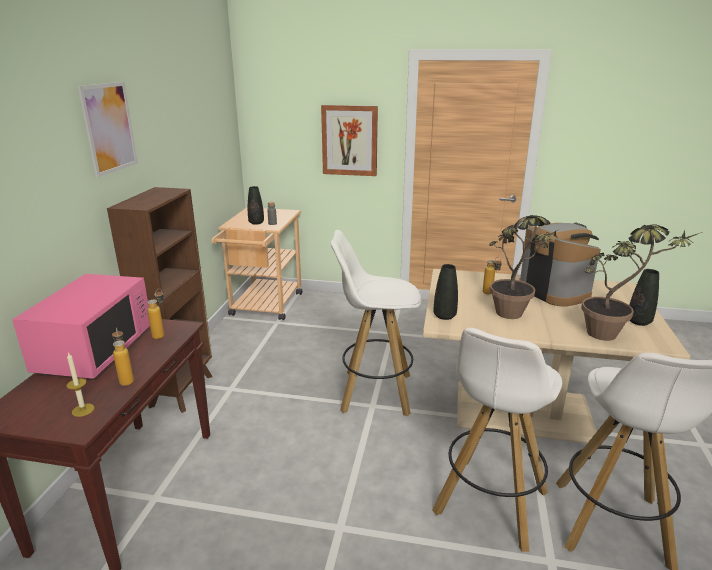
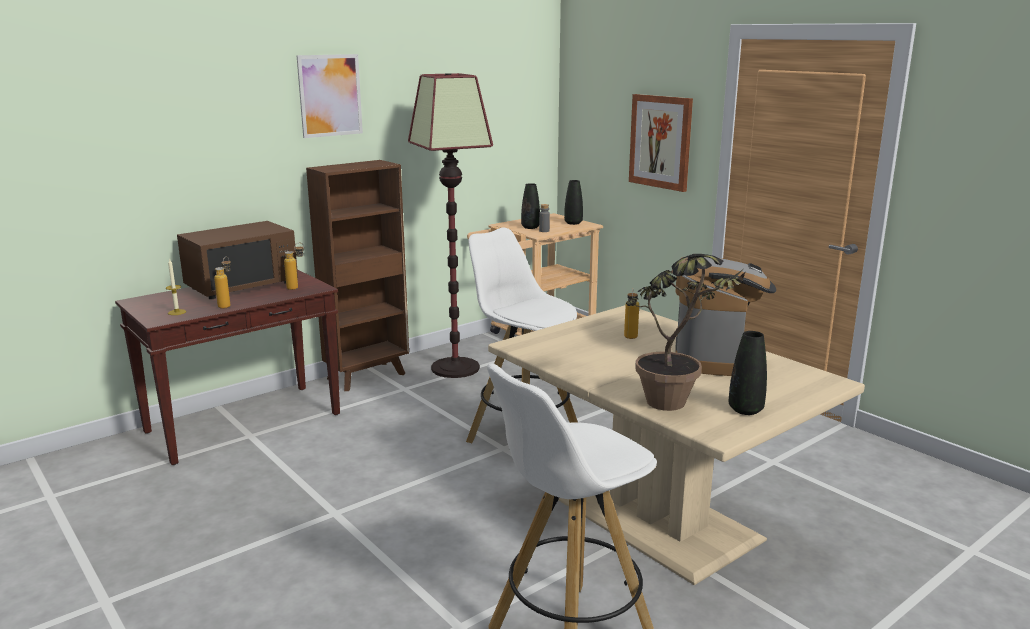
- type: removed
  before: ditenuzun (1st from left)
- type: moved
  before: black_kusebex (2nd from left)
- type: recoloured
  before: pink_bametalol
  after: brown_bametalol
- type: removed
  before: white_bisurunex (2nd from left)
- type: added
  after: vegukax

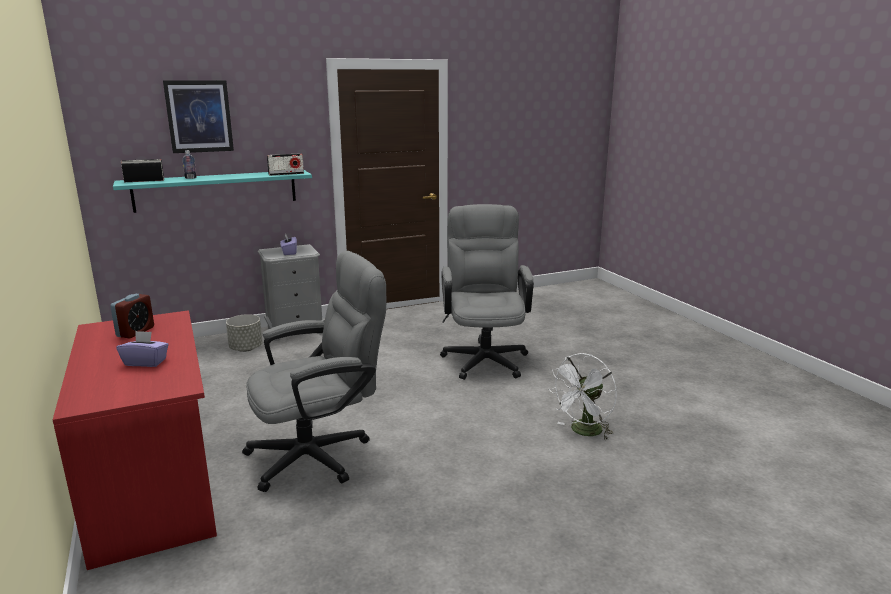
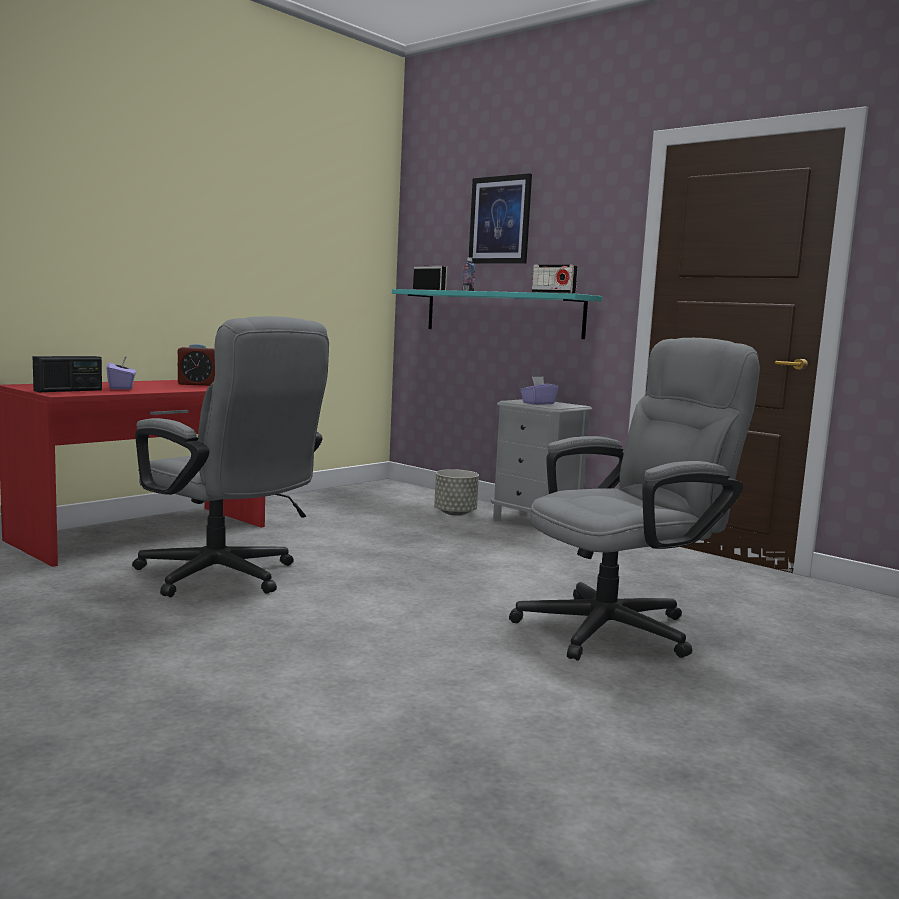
- type: removed
  before: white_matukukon
- type: added
  after: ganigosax (1st from left)

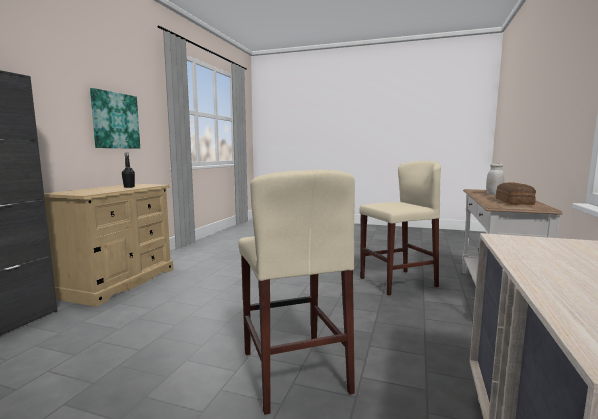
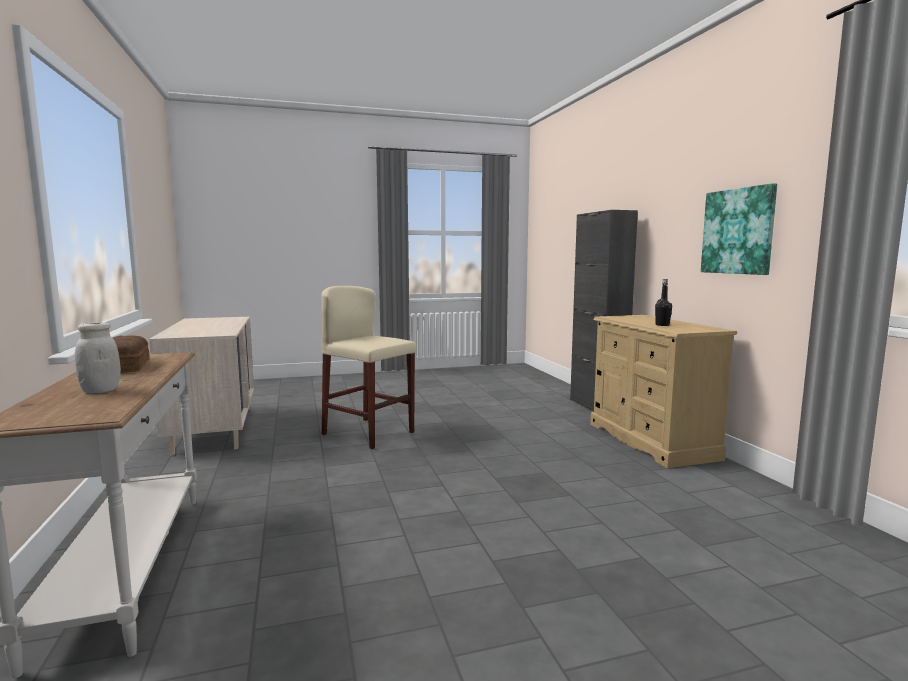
- type: removed
  before: beige_bisurunex (2nd from left)

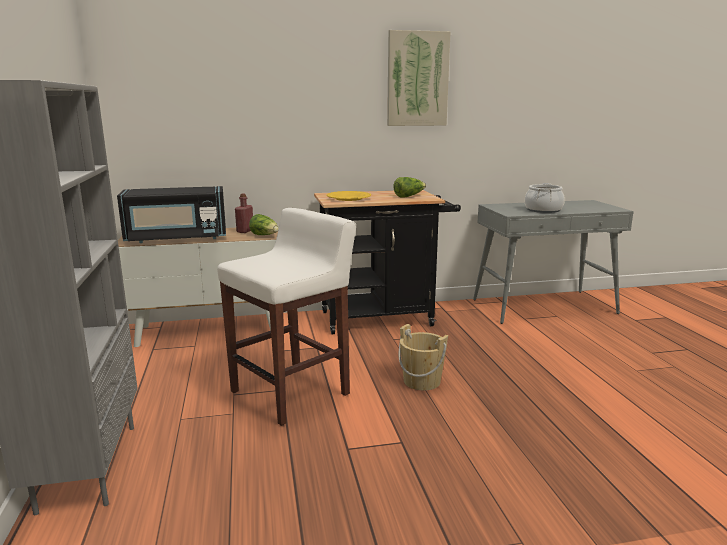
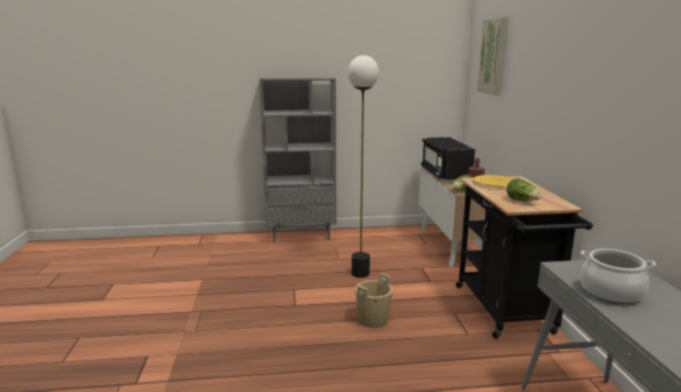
- type: moved
  before: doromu
- type: replaced
  before: white_bisurunex
  after: vegukax

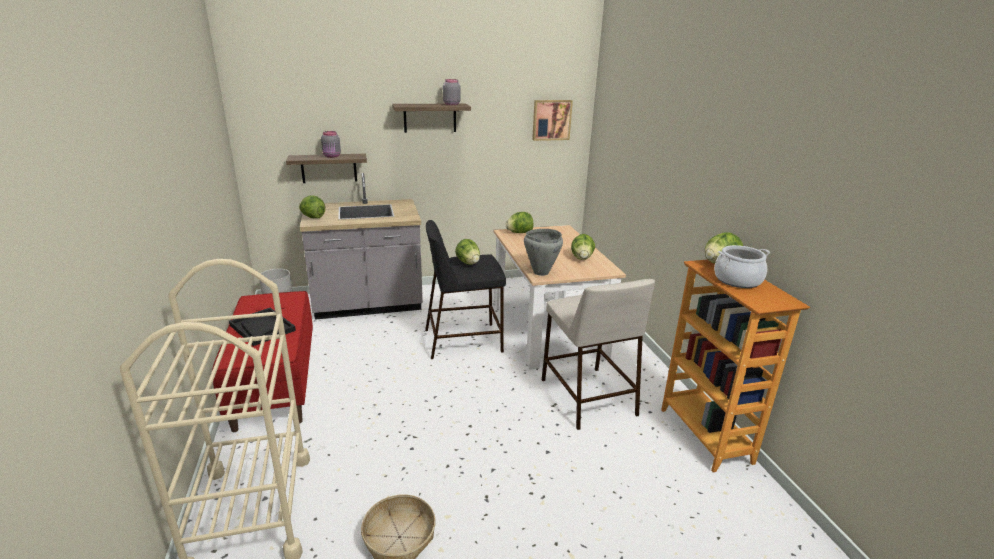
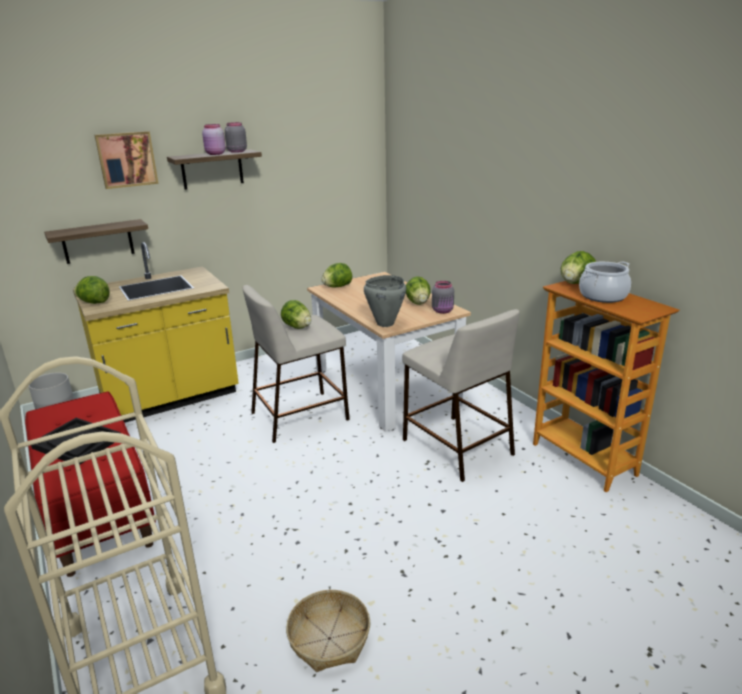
- type: moved
  before: doromu
- type: moved
  before: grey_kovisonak (1st from left in the first image)
  after: grey_kovisonak (2nd from left)
- type: recoloured
  before: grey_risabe
  after: yellow_risabe
- type: recoloured
  before: black_bisurunex
  after: beige_bisurunex (1st from left)
- type: added
  after: pink_kovisonak

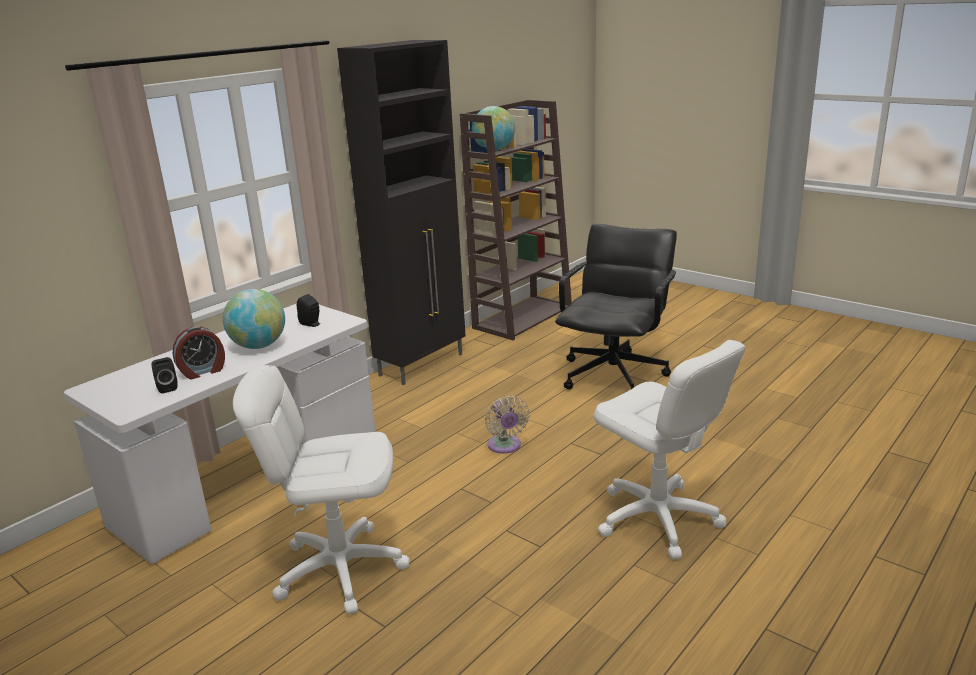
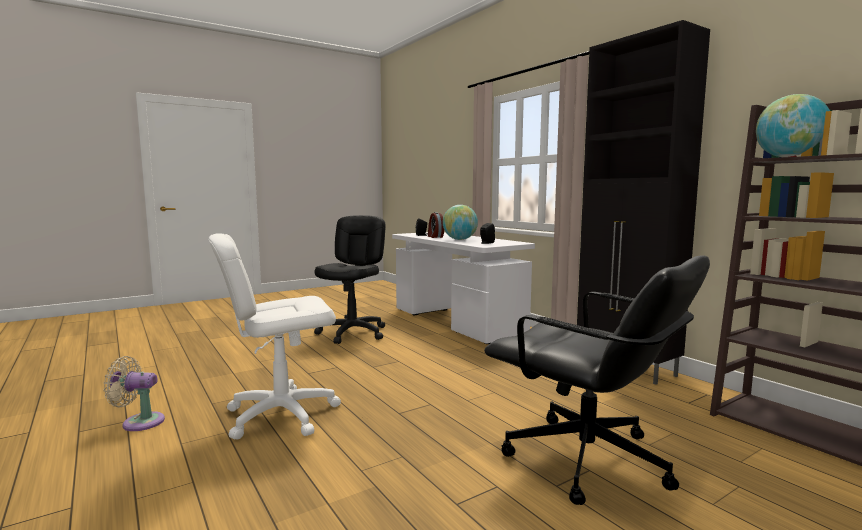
- type: recoloured
  before: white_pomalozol (1st from left)
  after: black_pomalozol (1st from left)
- type: moved
  before: beige_matukukon

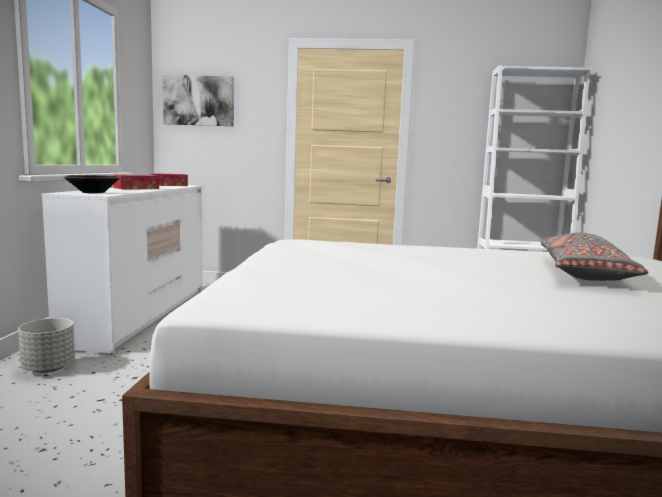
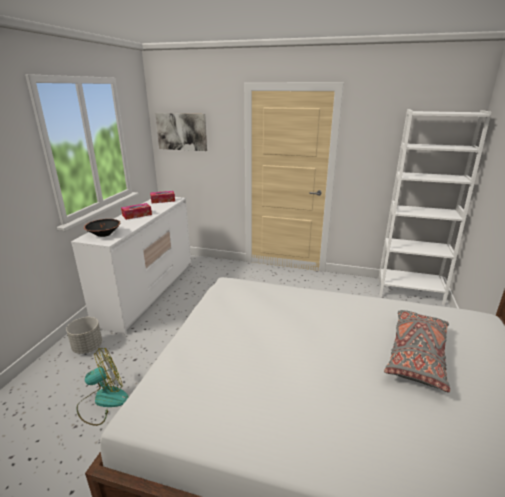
- type: added
  after: matukukon

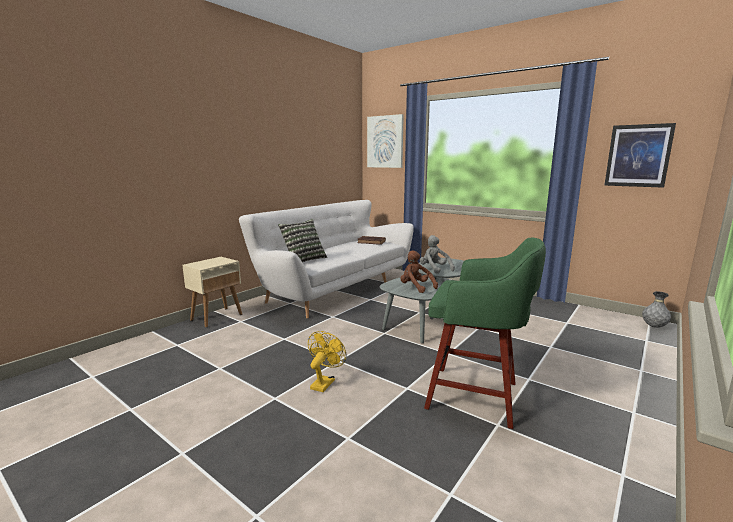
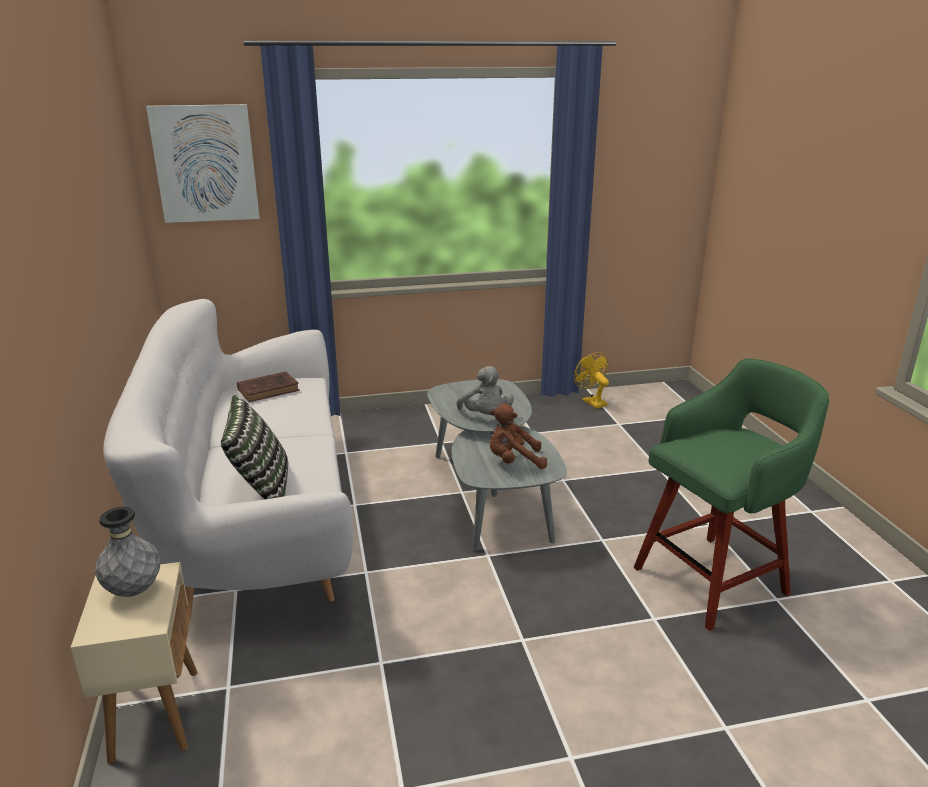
- type: removed
  before: doromu (2nd from left)
- type: turned
  before: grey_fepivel
  turn: -120
- type: moved
  before: grey_kusebex
- type: moved
  before: yellow_matukukon

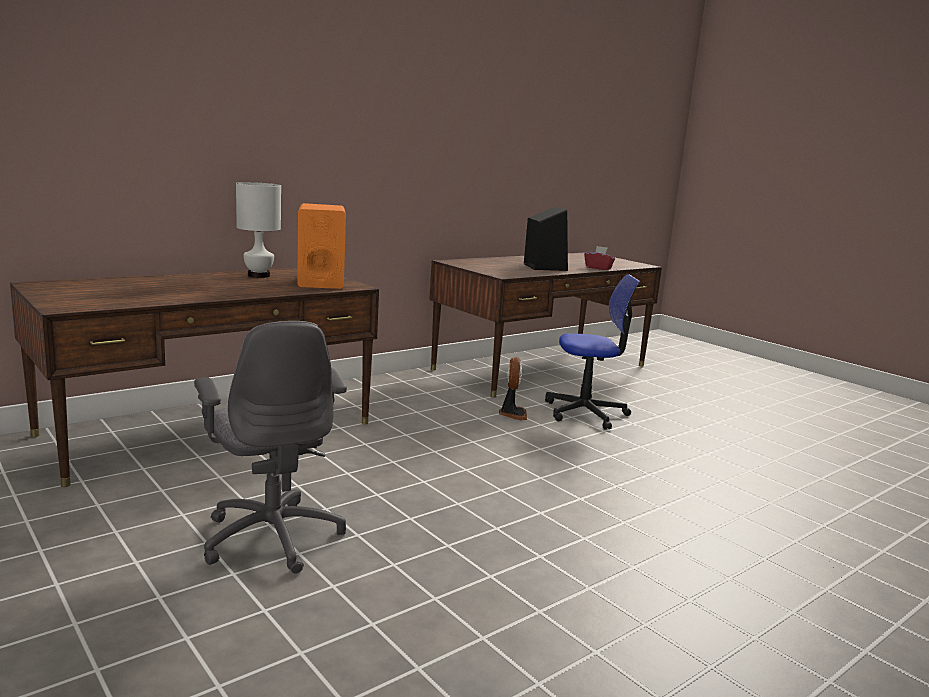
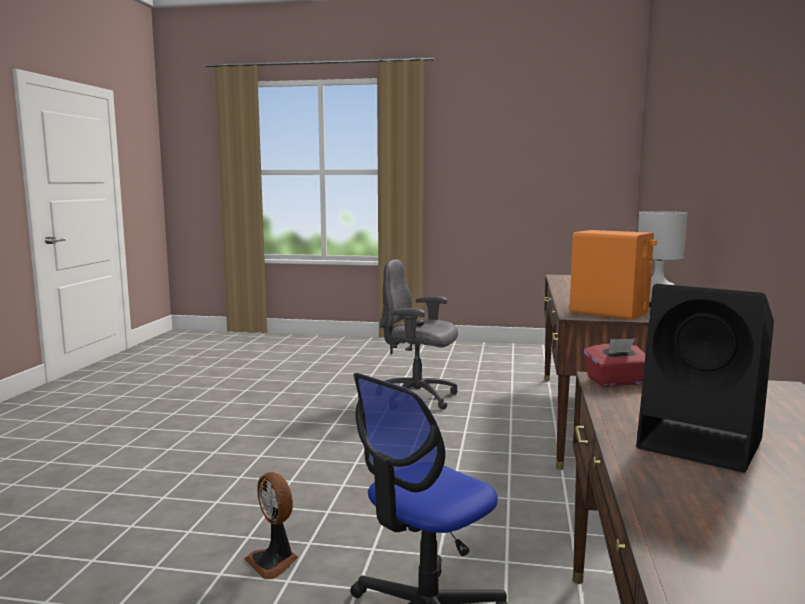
- type: moved
  before: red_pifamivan
- type: moved
  before: matukukon

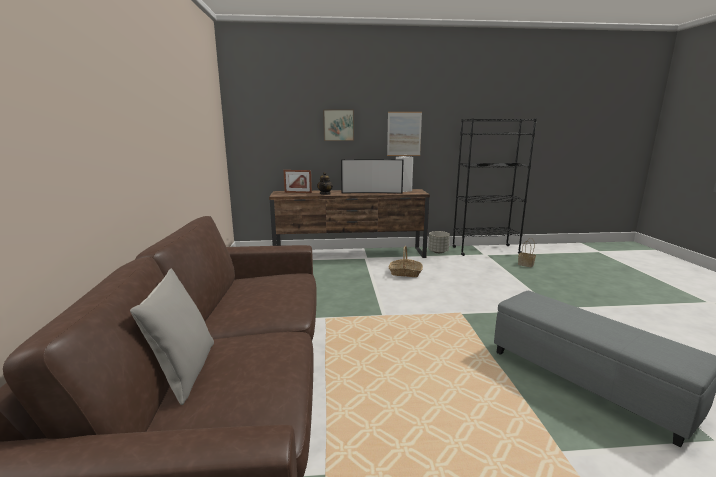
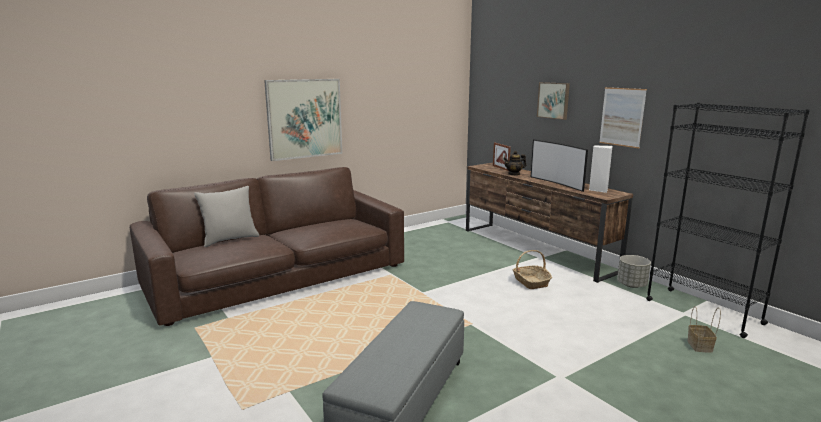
- type: added
  after: doromu (1st from left)

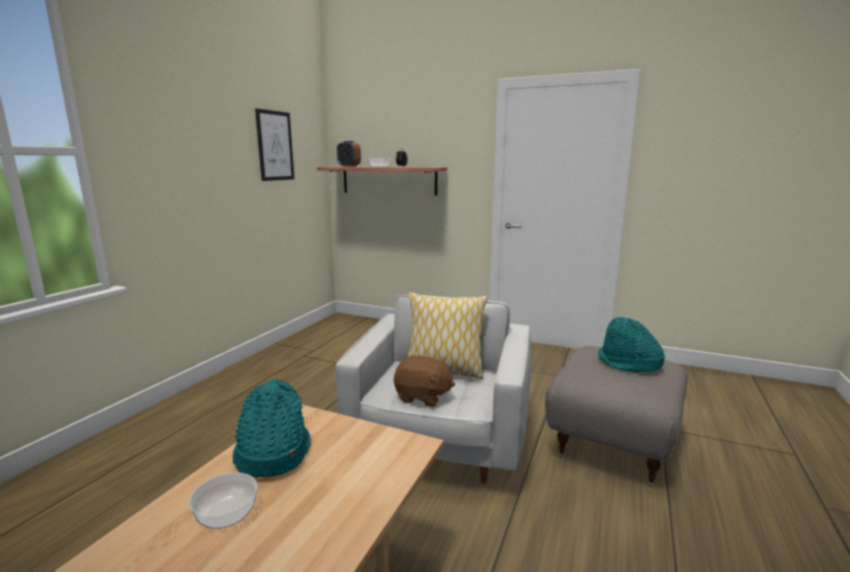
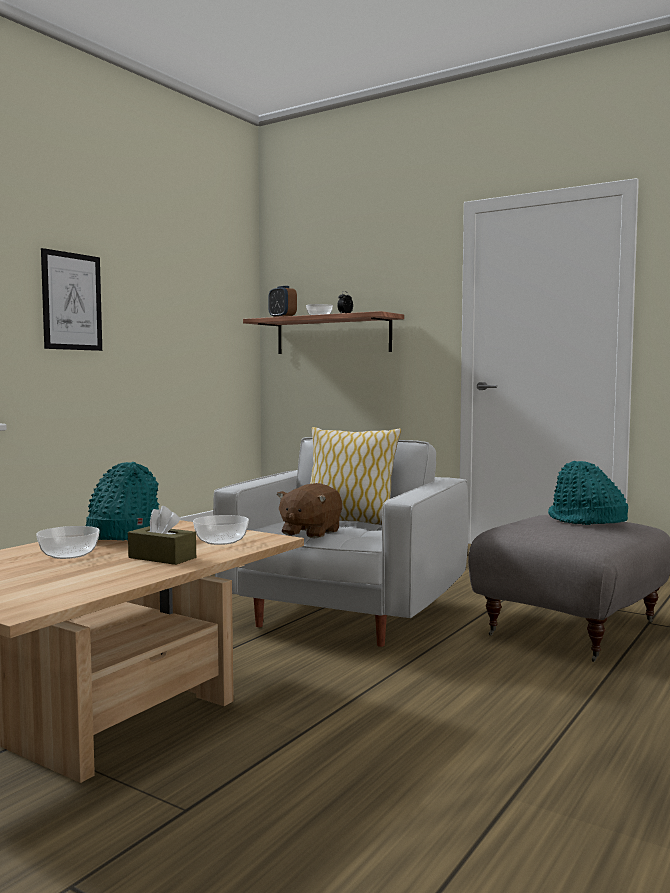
- type: moved
  before: doromu
- type: turned
  before: brown_fepivel
  turn: 90
- type: added
  after: brown_pifamivan
- type: added
  after: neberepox (2nd from left)

